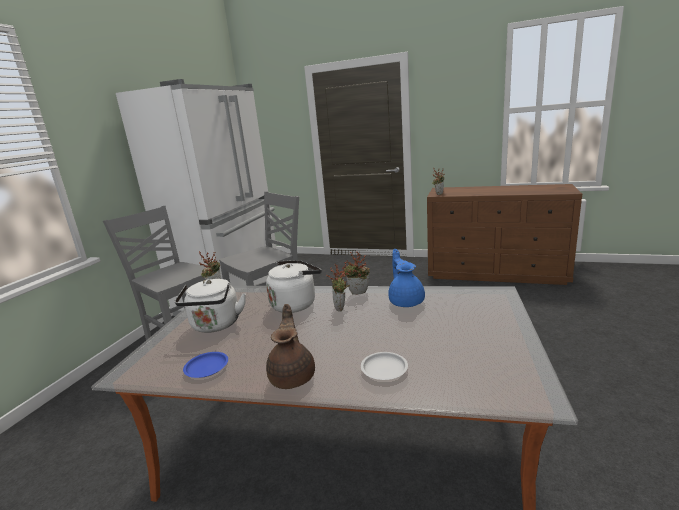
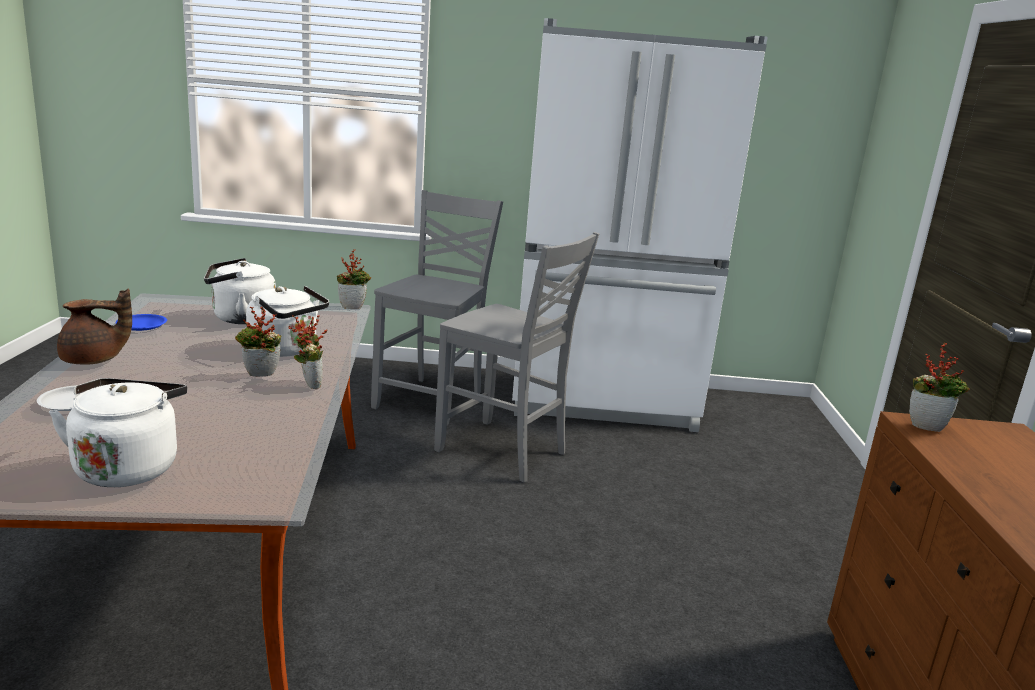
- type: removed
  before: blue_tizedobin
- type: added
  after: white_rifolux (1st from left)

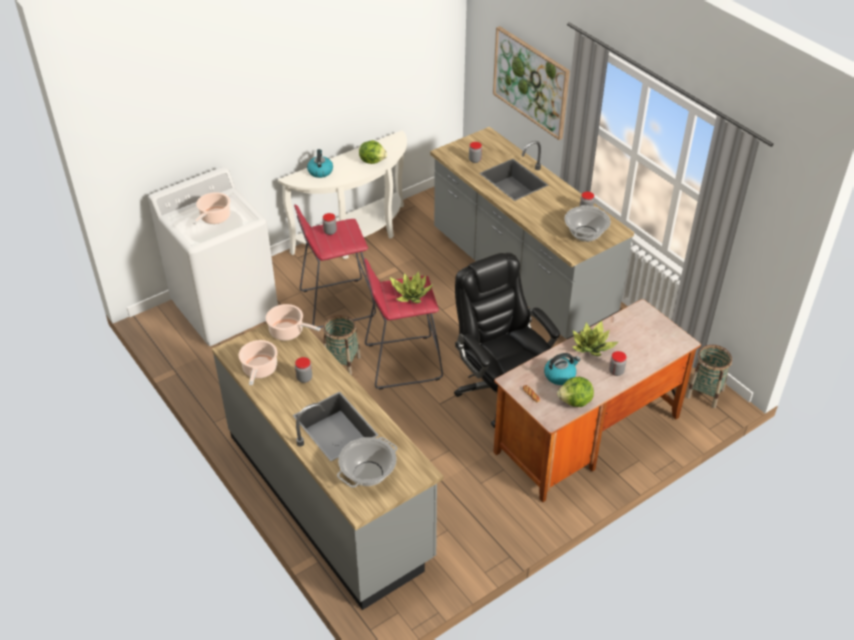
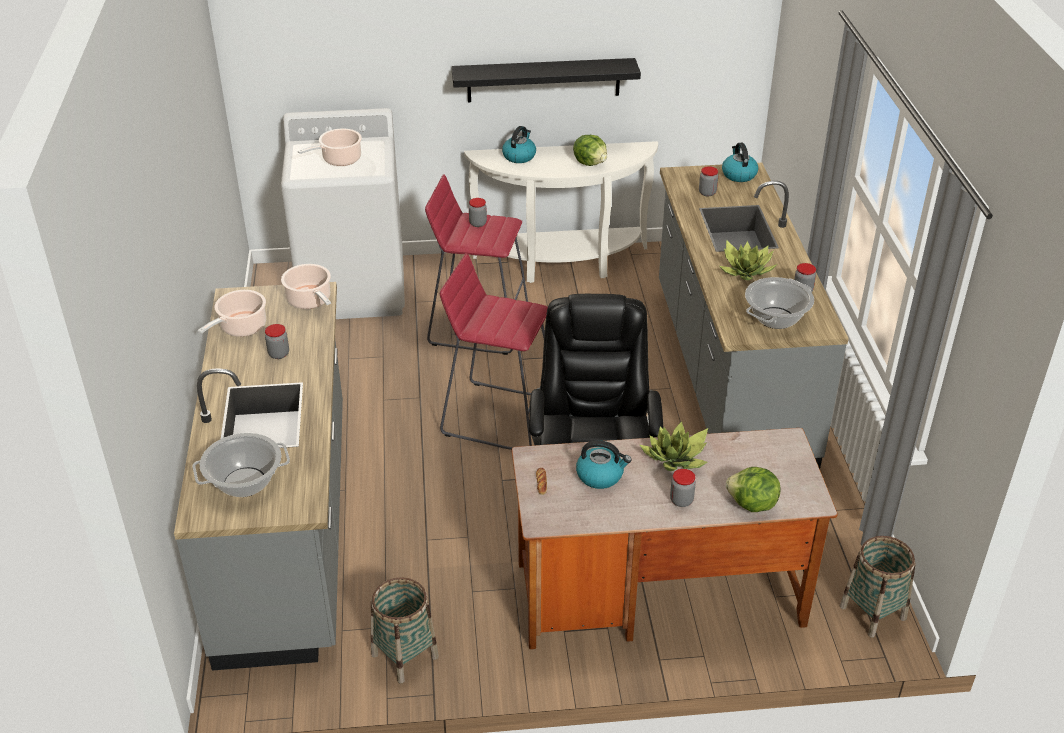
- type: removed
  before: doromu
- type: moved
  before: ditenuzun (1st from left in the first image)
  after: ditenuzun (2nd from left)
- type: moved
  before: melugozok (1st from left)
- type: moved
  before: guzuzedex (2nd from left)
- type: added
  after: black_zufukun
- type: added
  after: rifolux (3rd from left)

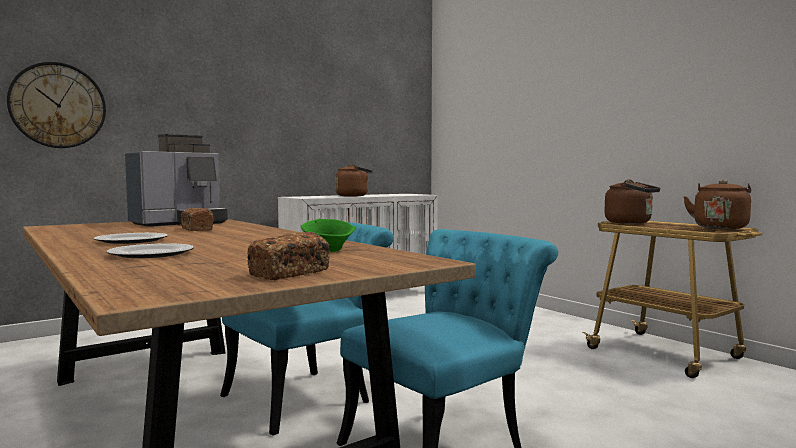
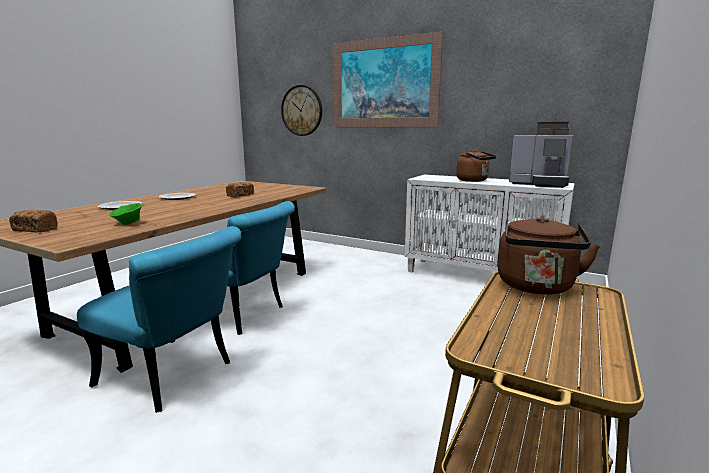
- type: moved
  before: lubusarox
- type: removed
  before: brown_rifolux (3rd from left)
- type: added
  after: doromu

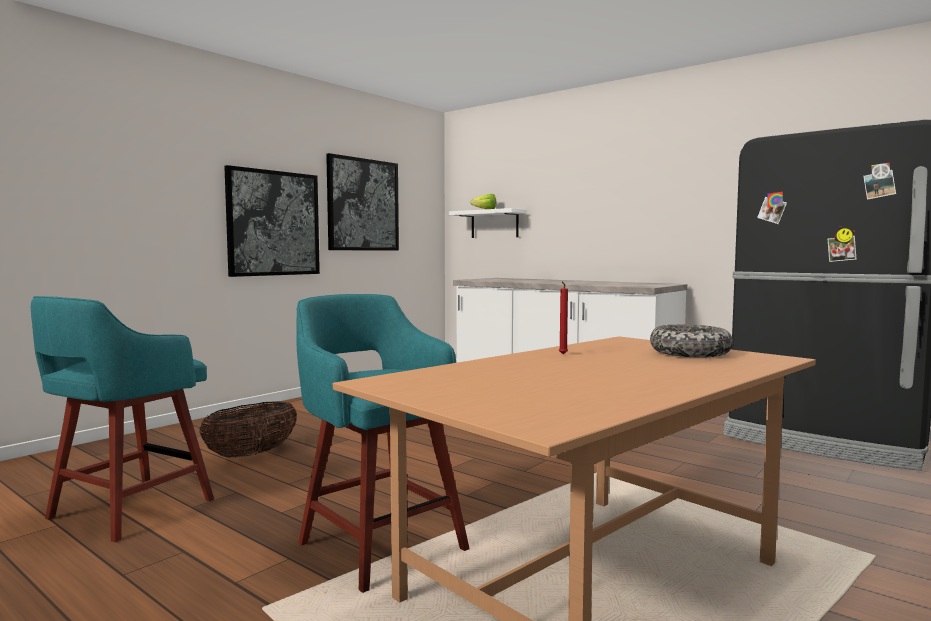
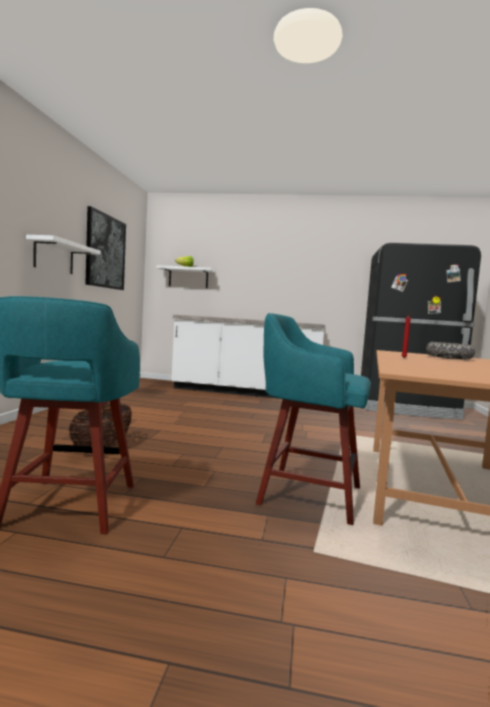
- type: replaced
  before: doromu (1st from left)
  after: white_zufukun (1st from left)

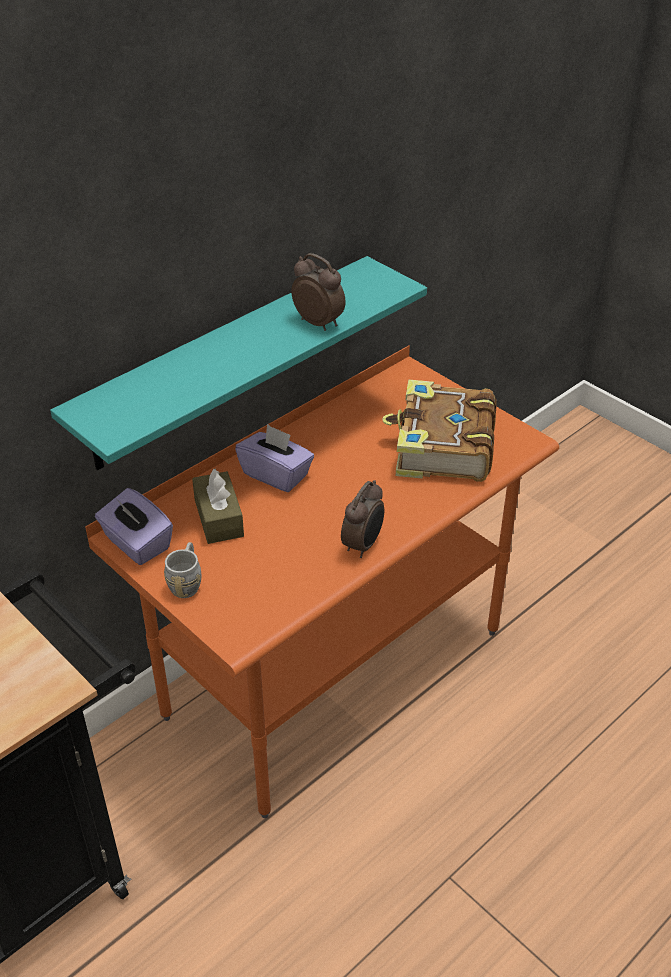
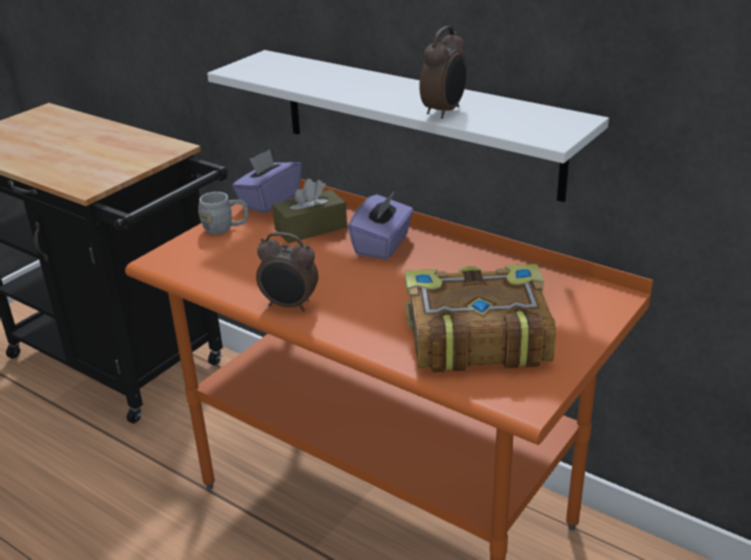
- type: recoloured
  before: turquoise_zufukun
  after: white_zufukun

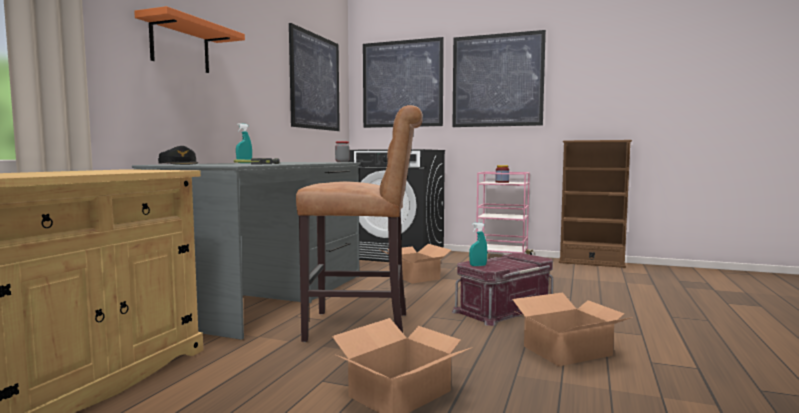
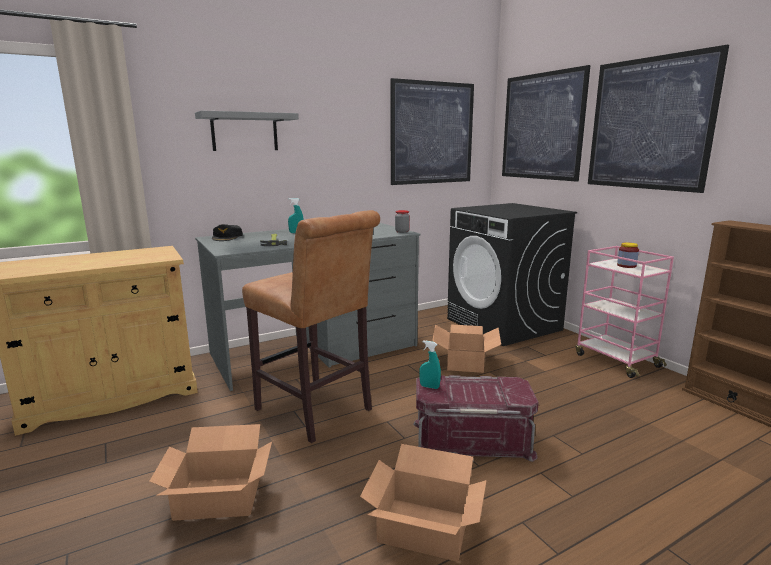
- type: recoloured
  before: orange_zufukun
  after: grey_zufukun

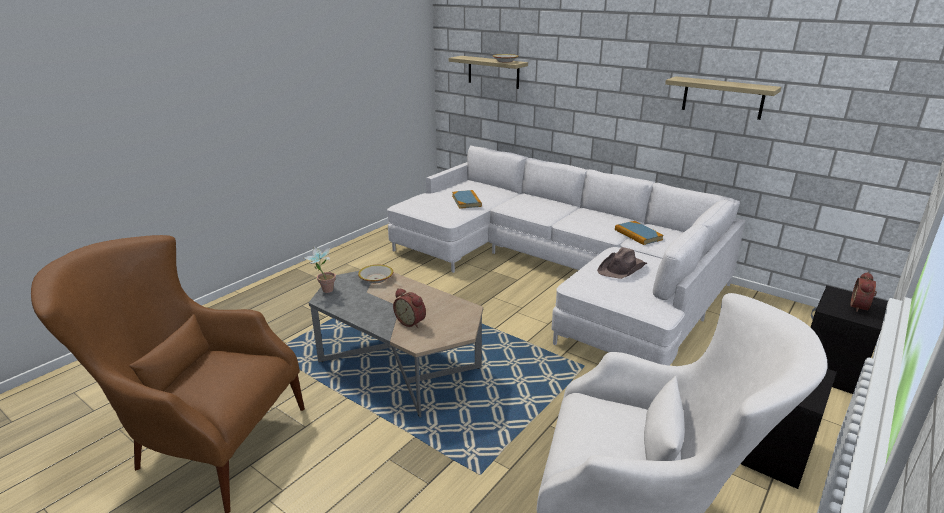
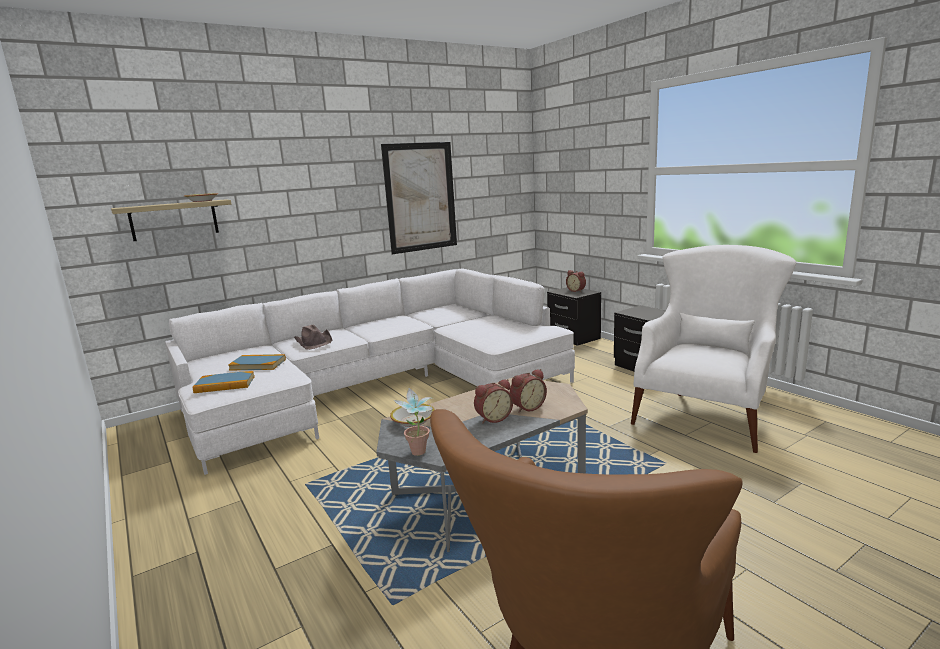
- type: replaced
  before: zufukun (2nd from left)
  after: doromu
- type: moved
  before: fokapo (2nd from left in the first image)
  after: fokapo (1st from left)
- type: moved
  before: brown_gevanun
- type: added
  after: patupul (1st from left)

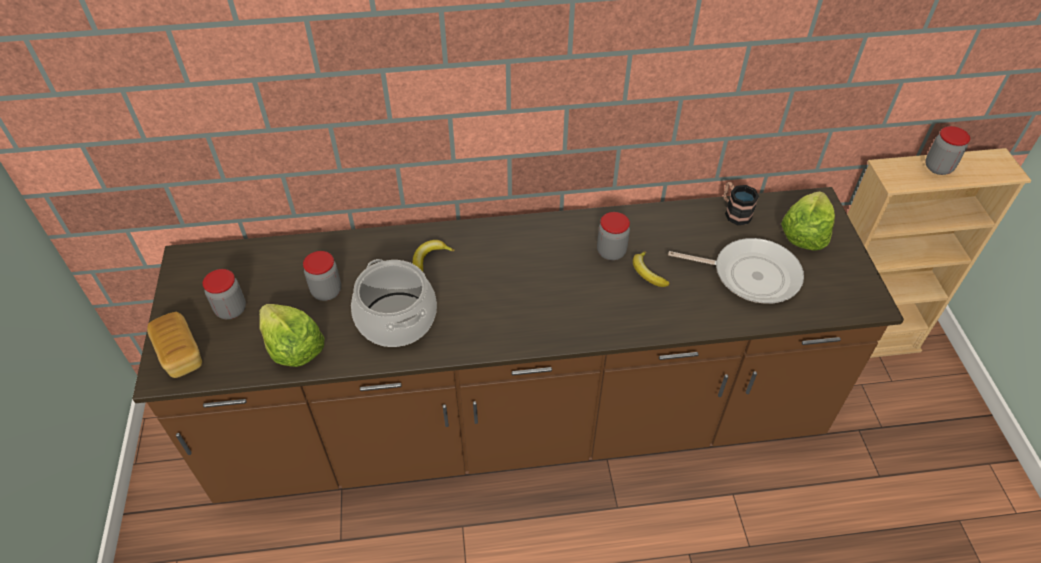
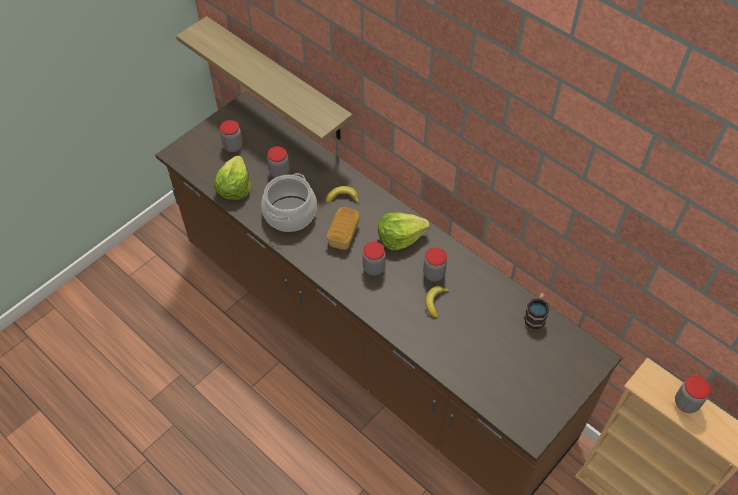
- type: moved
  before: guzuzedex (2nd from left)
- type: removed
  before: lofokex
- type: moved
  before: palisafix
- type: added
  after: zufukun
- type: added
  after: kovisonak (3rd from left)

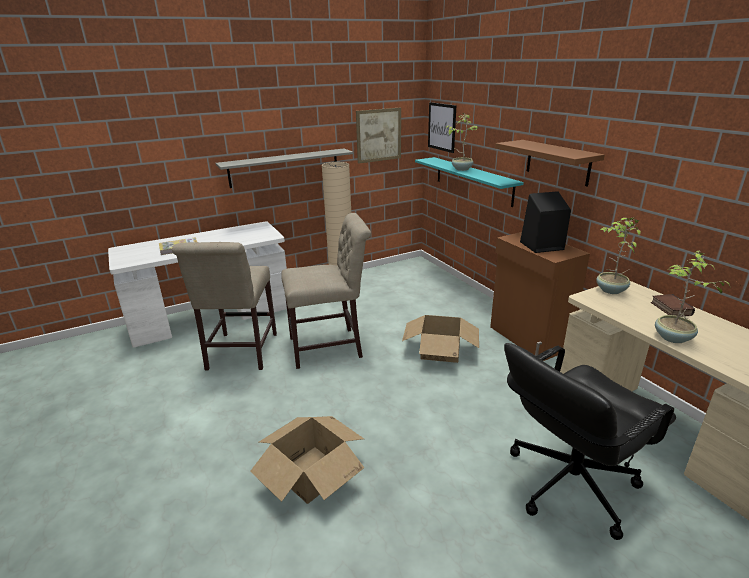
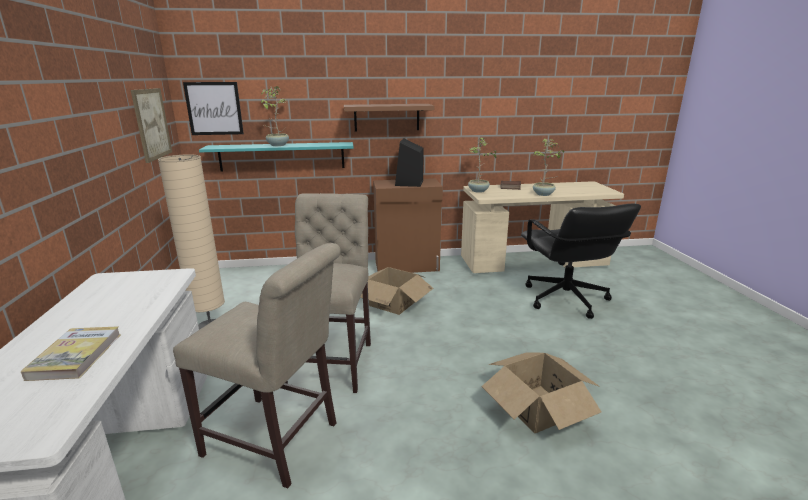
- type: removed
  before: grey_zufukun

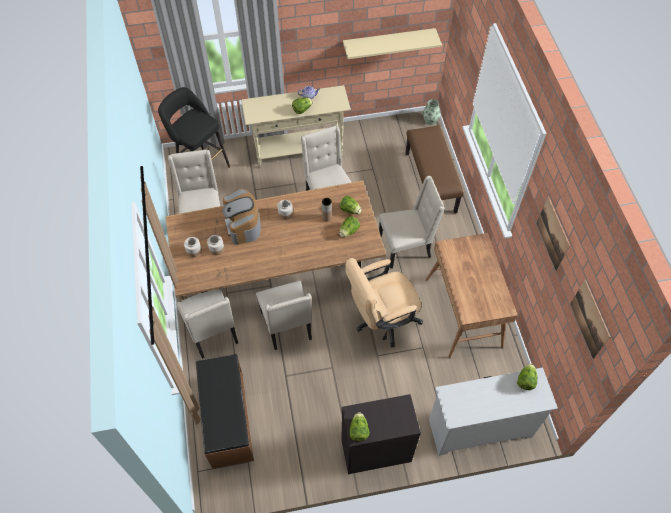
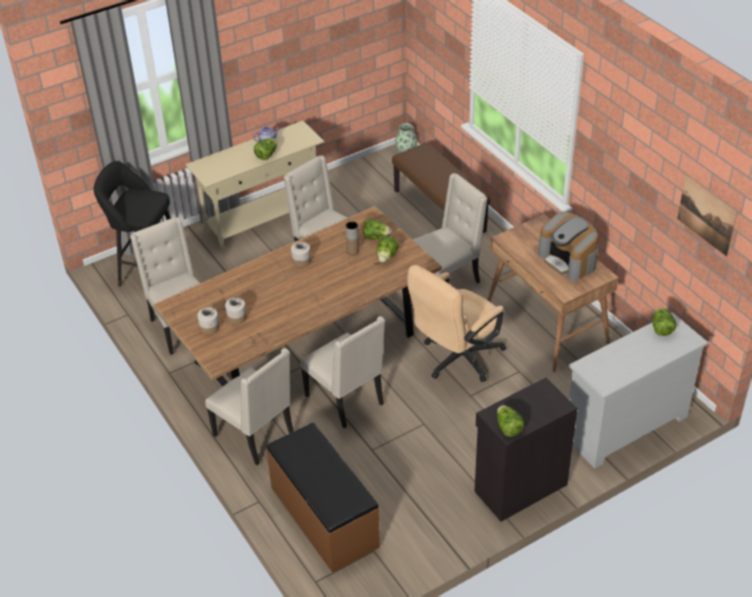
- type: removed
  before: beige_zufukun
- type: moved
  before: lubusarox
- type: removed
  before: doromu (1st from left)

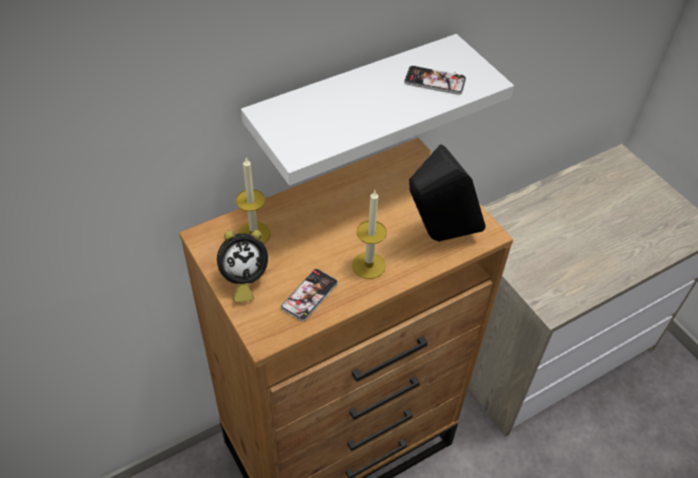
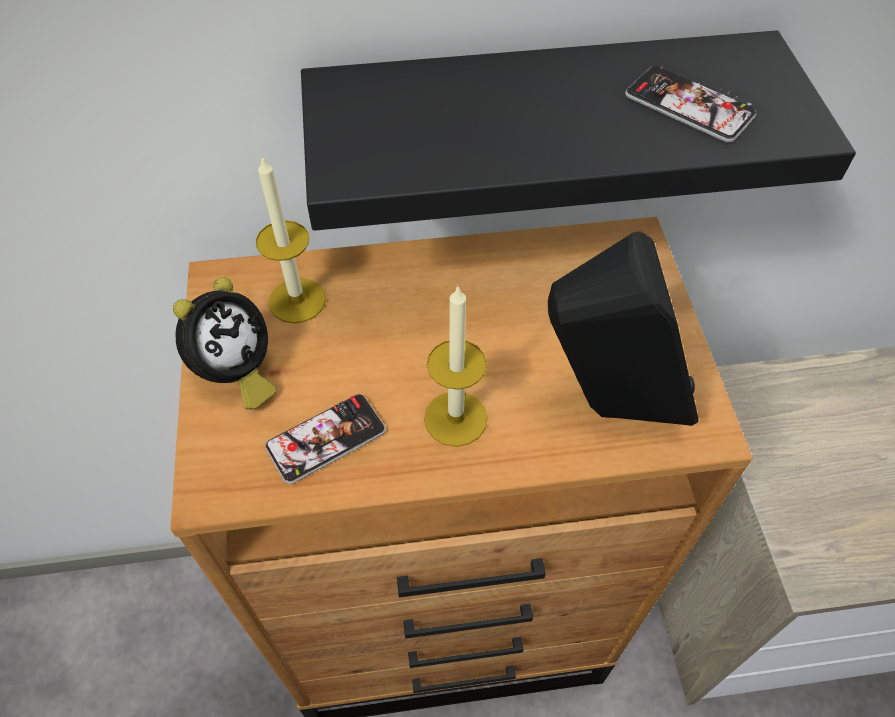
- type: recoloured
  before: white_zufukun
  after: black_zufukun
- type: turned
  before: patupul
  turn: -60

